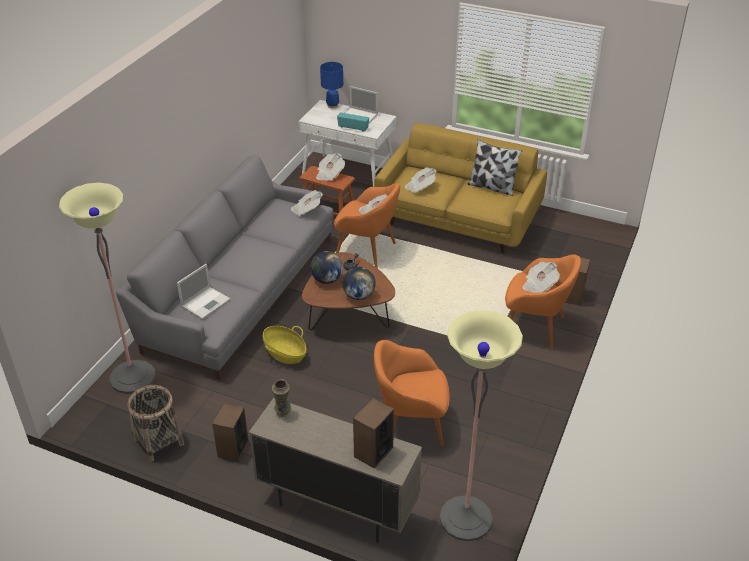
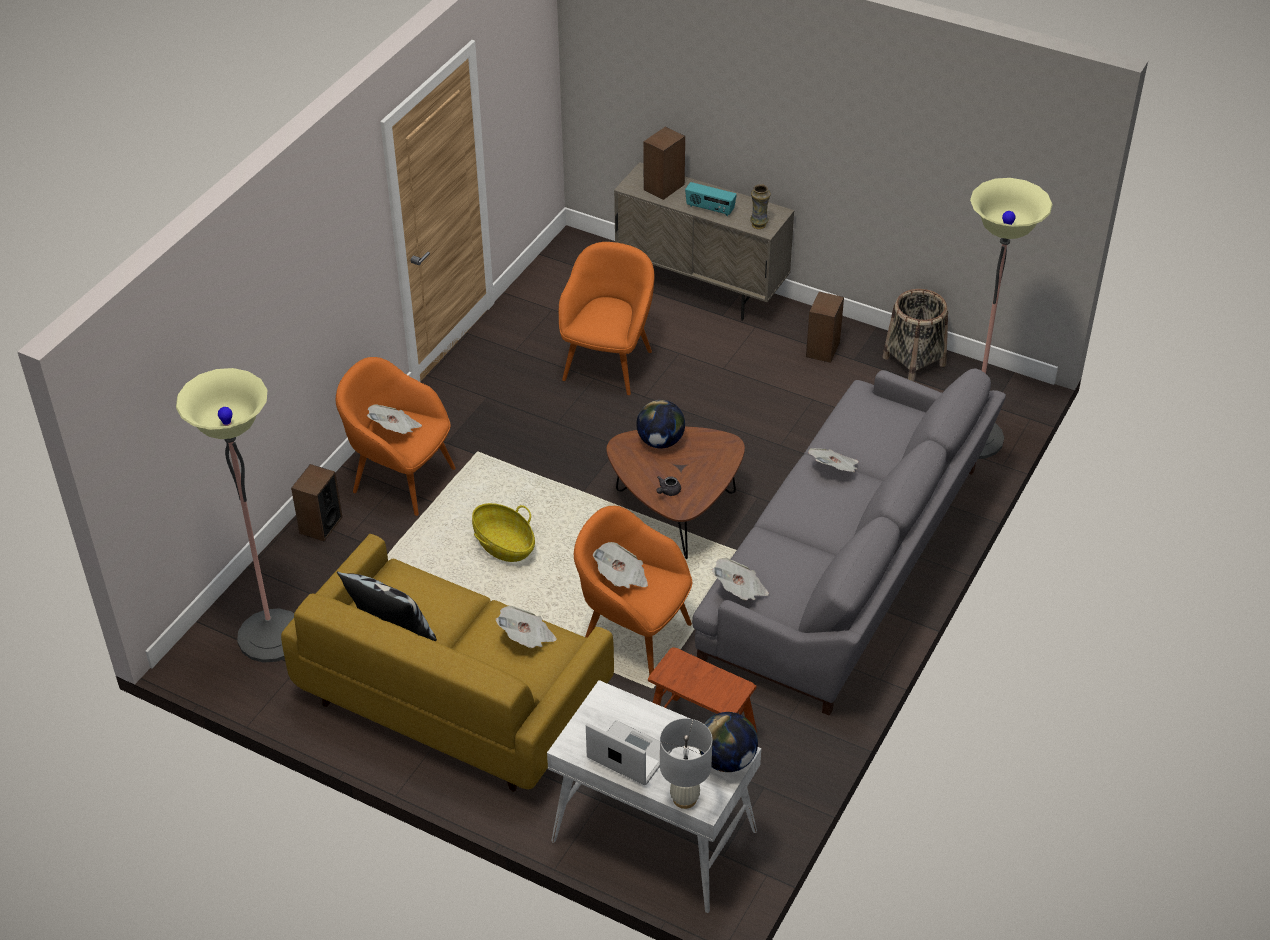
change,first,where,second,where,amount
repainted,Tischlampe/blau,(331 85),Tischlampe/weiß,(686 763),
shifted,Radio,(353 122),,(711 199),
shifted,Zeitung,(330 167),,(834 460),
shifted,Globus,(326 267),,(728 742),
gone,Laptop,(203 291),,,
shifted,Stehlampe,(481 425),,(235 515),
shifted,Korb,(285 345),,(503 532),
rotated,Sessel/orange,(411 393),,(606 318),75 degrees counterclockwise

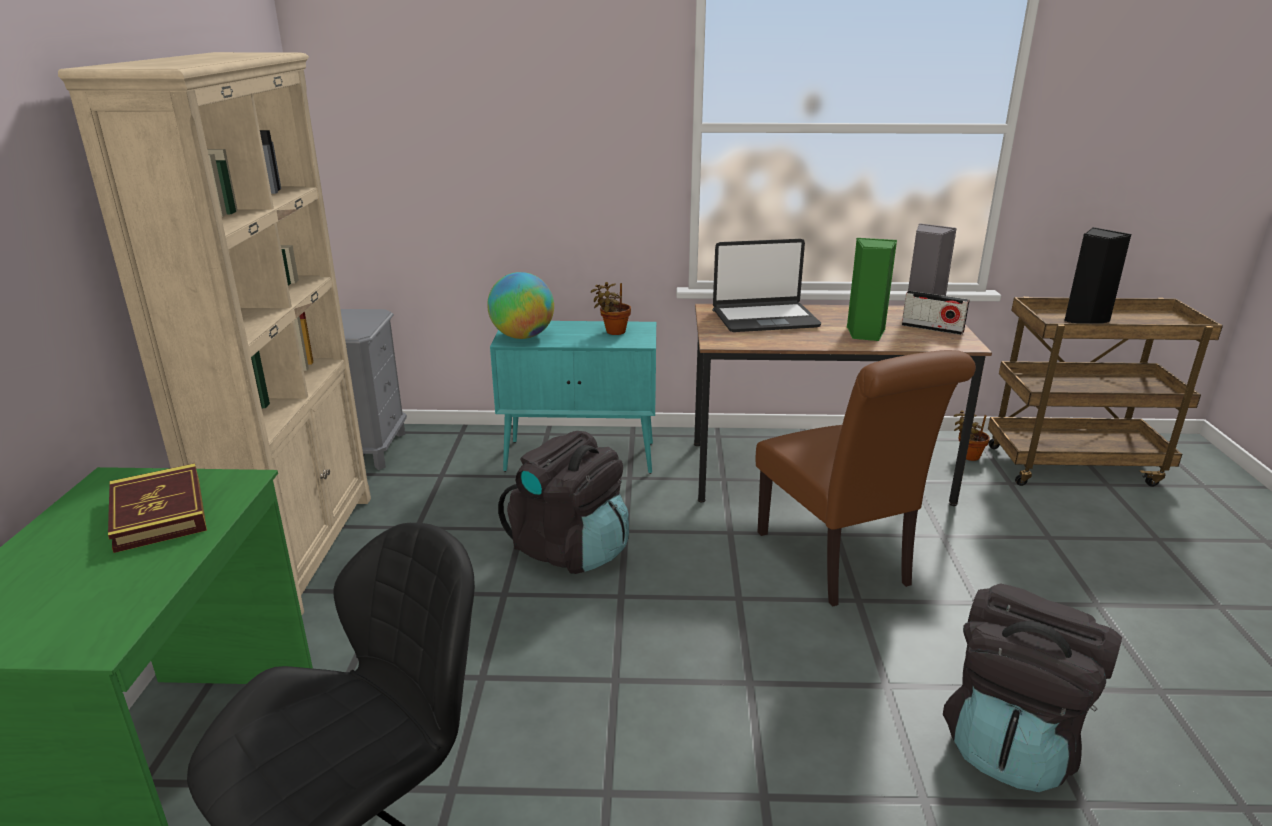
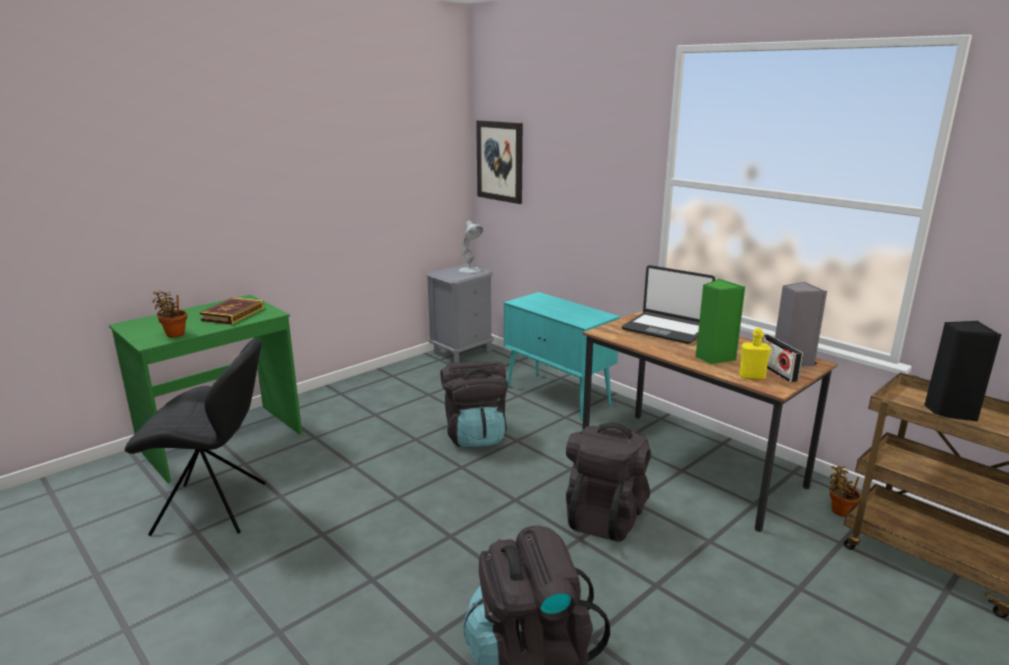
change,first,where,second,where,amount
gone,Bücherregal/beige,(214 333),,,
gone,Globus,(520 305),,,
shifted,Topfpflanze,(611 308),,(169 314),
swapped,Stuhl/braun,(866 478),Rucksack/schwarz,(609 482),
new,,,Bild,(499 162),
new,,,Tischlampe/weiß,(471 247),
new,,,Flasche/gelb,(755 354),

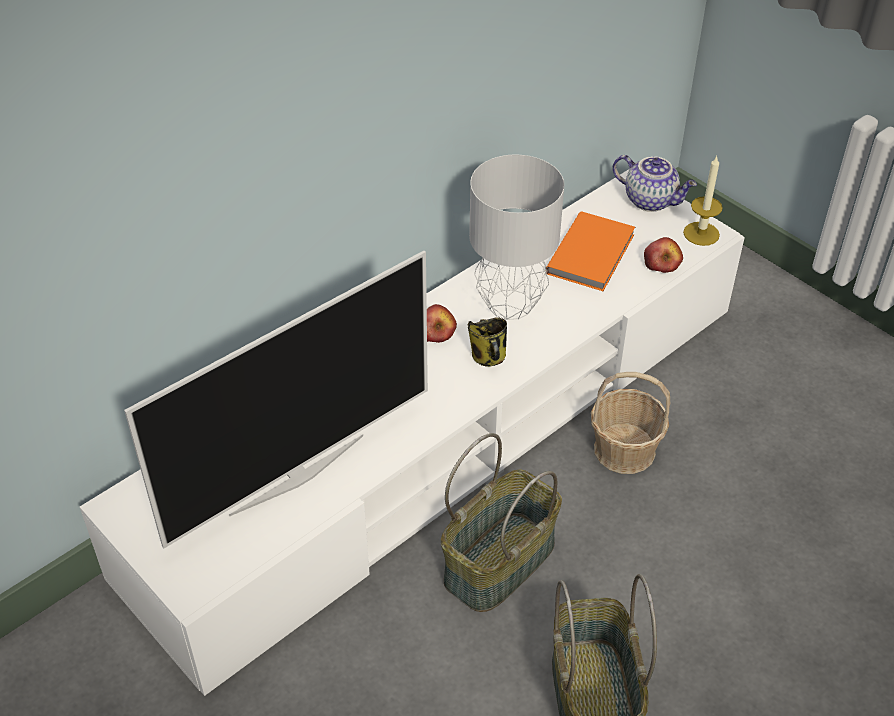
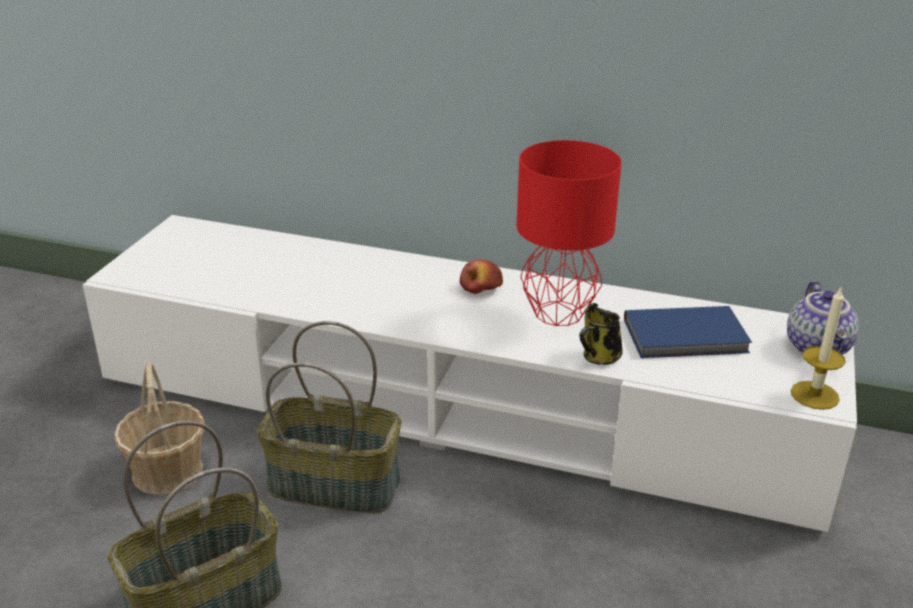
change,first,where,second,where,amount
repainted,Tischlampe/grau,(517 237),Tischlampe/rot,(569 233),
repainted,Buch/orange,(590 251),Buch/blau,(688 332),
gone,Apfel,(663 255),,,
gone,Fernseher,(276 399),,,
shifted,Henkelbecher,(487 342),,(601 334),
shifted,Korb,(630 423),,(159 428),

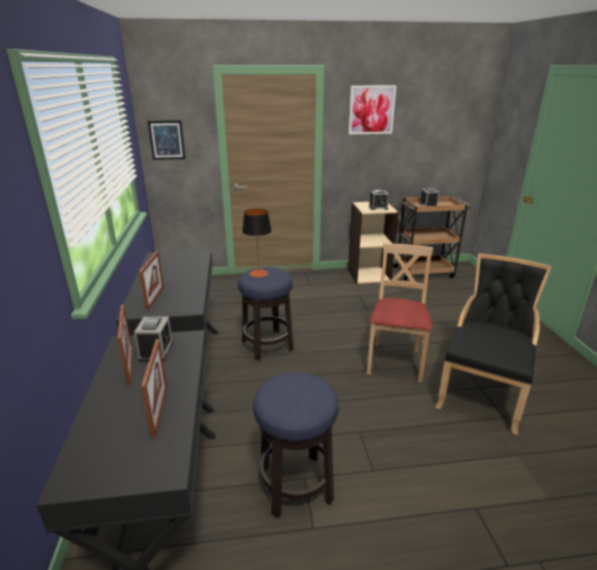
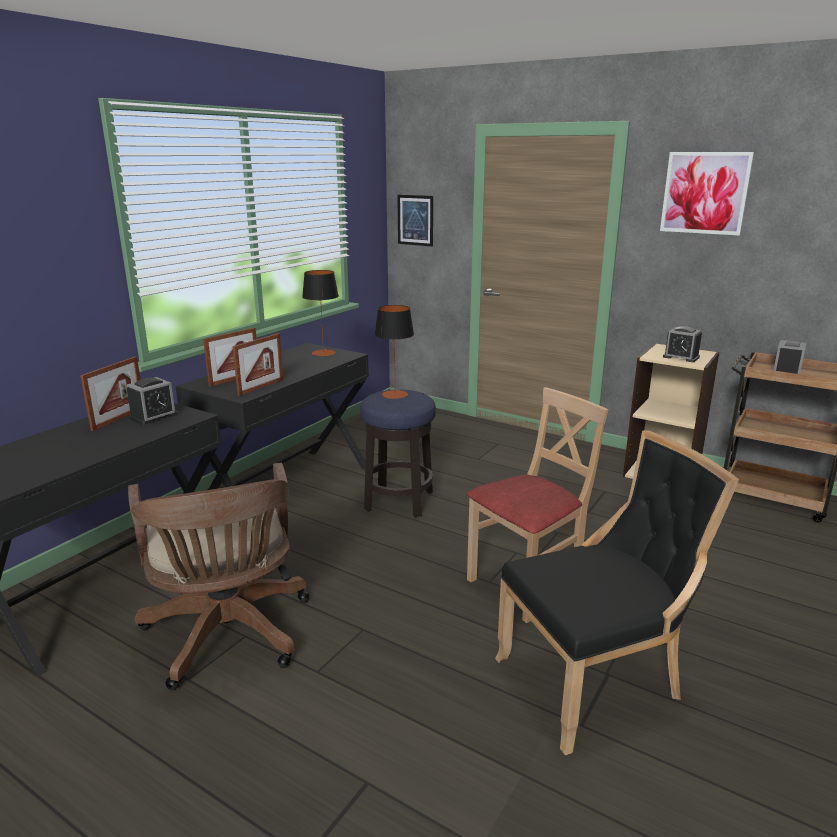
change,first,where,second,where,amount
shifted,Bilderrahmen,(154 388),,(258 364),
swapped,Hocker,(296 445),Bürostuhl/braun,(218 576),
new,,,Tischlampe,(320 313),

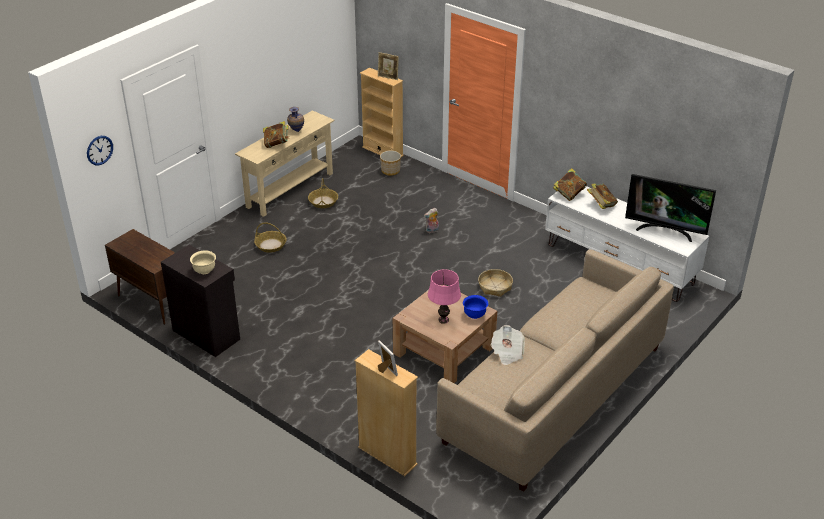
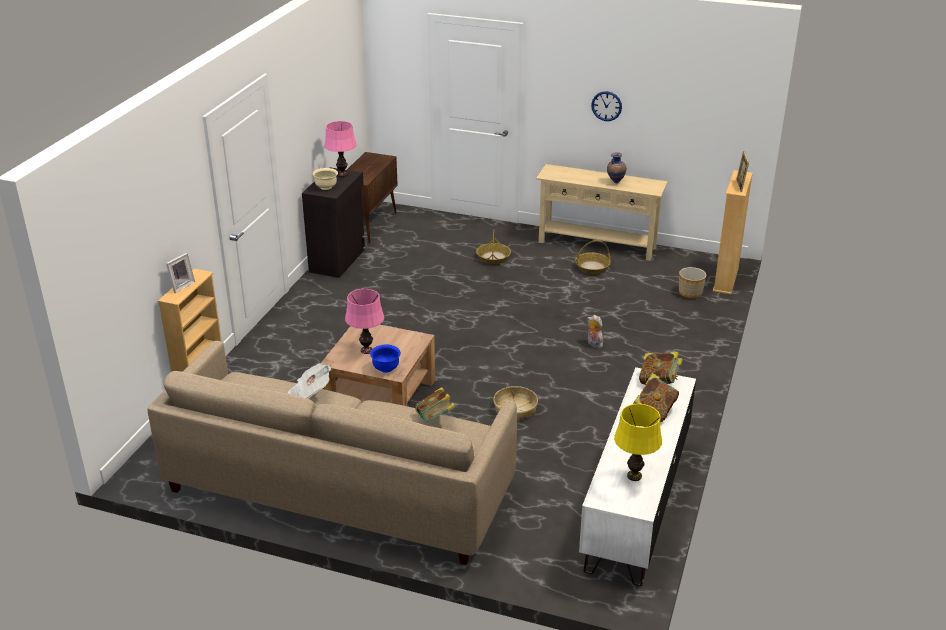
change,first,where,second,where,amount
shifted,Buch,(276 134),,(435 404),
shifted,Wanduhr,(100 150),,(606 106),
swapped,Fernseher,(670 208),Tischlampe/gelb,(638 442),
new,,,Tischlampe/rosa,(340 149),

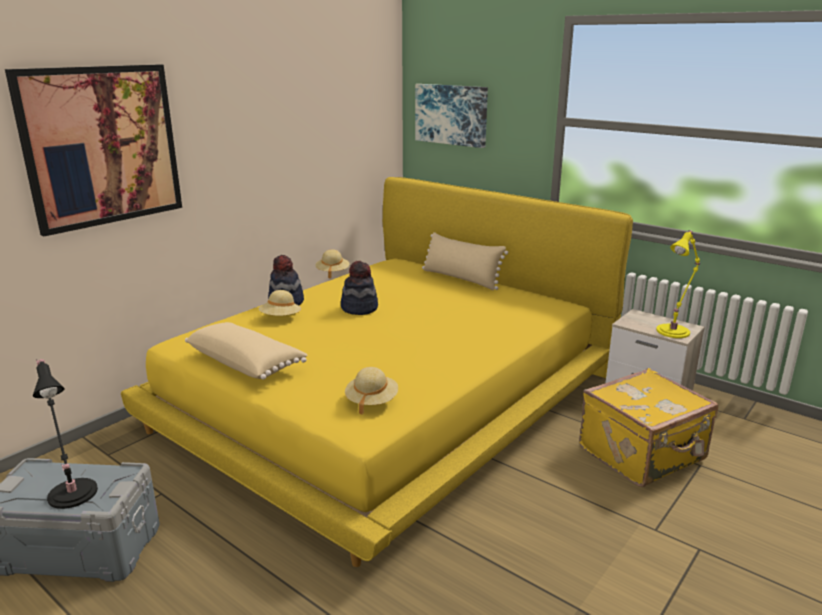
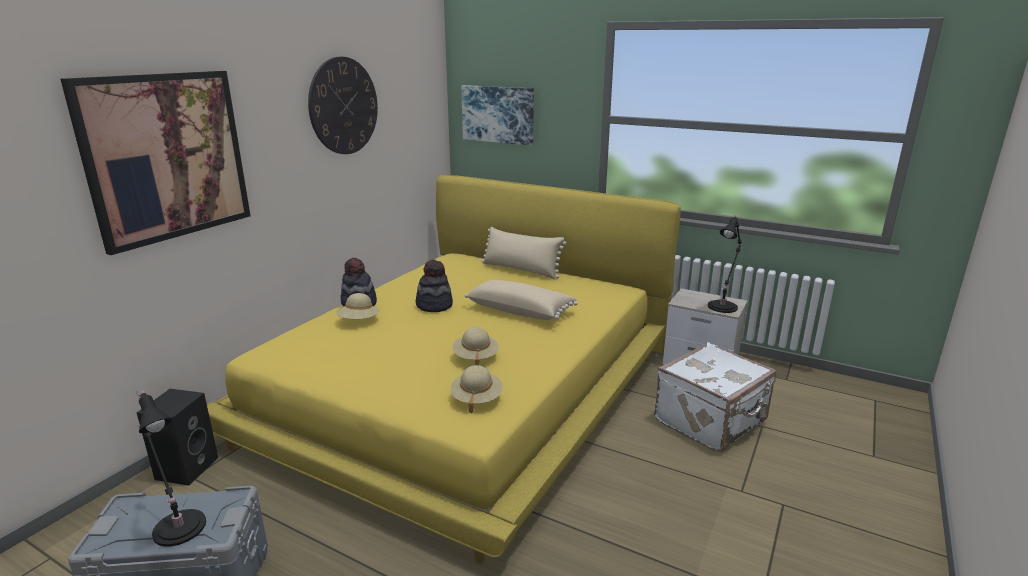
change,first,where,second,where,amount
repainted,Tischlampe/gelb,(678 284),Tischlampe/schwarz,(725 264),
shifted,Hut/beige,(332 264),,(476 346),
shifted,Kissen/beige,(246 351),,(521 300),
repainted,Koffer/gelb,(648 427),Koffer/weiß,(715 397),
new,,,Wanduhr,(343 105),
new,,,Lautsprecher/schwarz,(177 437),

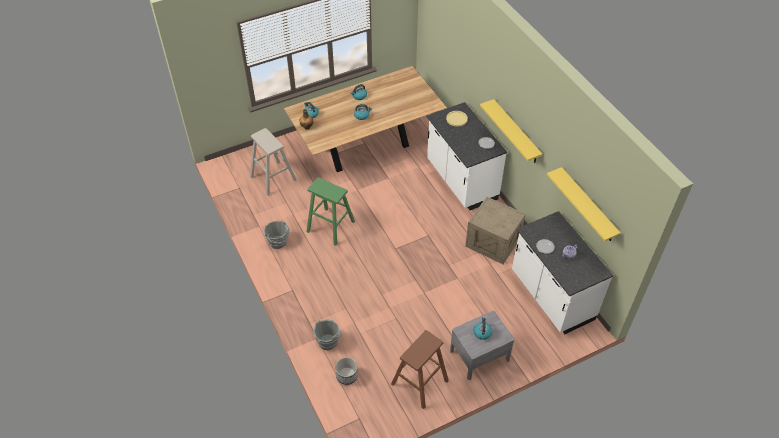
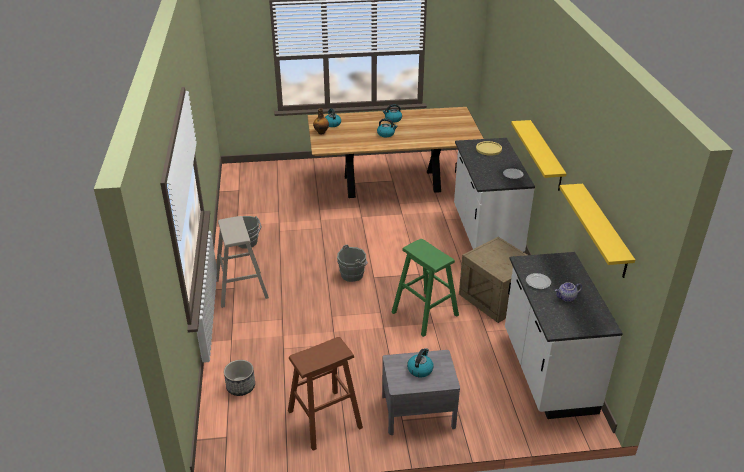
change,first,where,second,where,amount
shifted,Hocker/beige,(273 162),,(242 262),
shifted,Hocker/grün,(331 211),,(425 288),
shifted,Eimer/grau,(327 334),,(352 263),

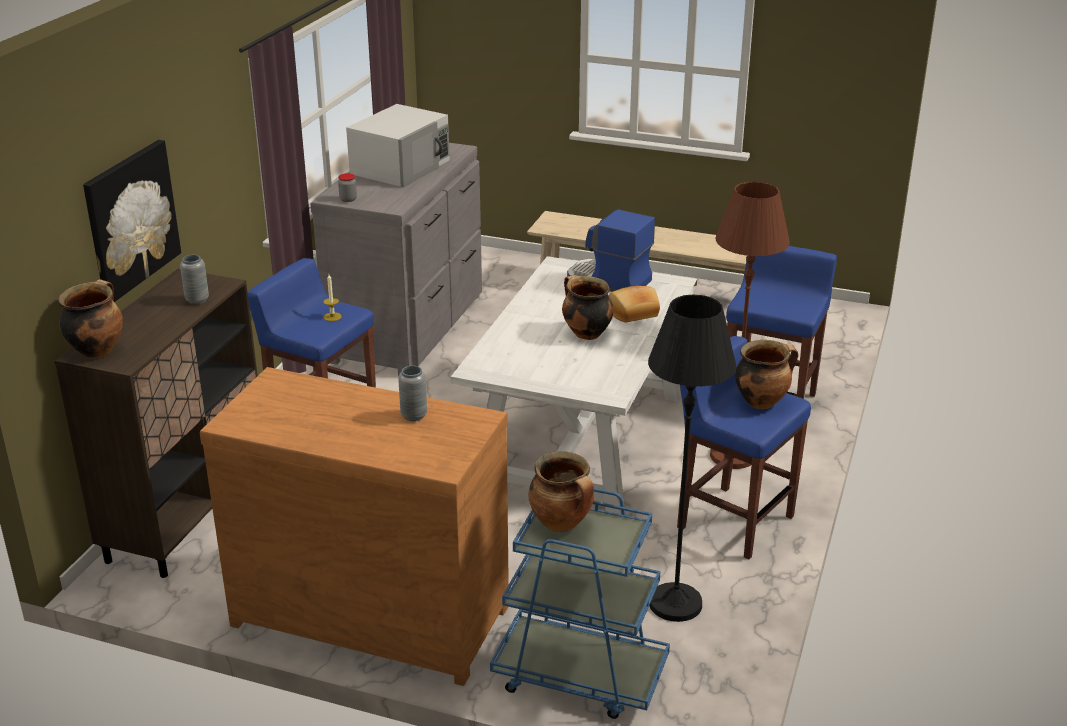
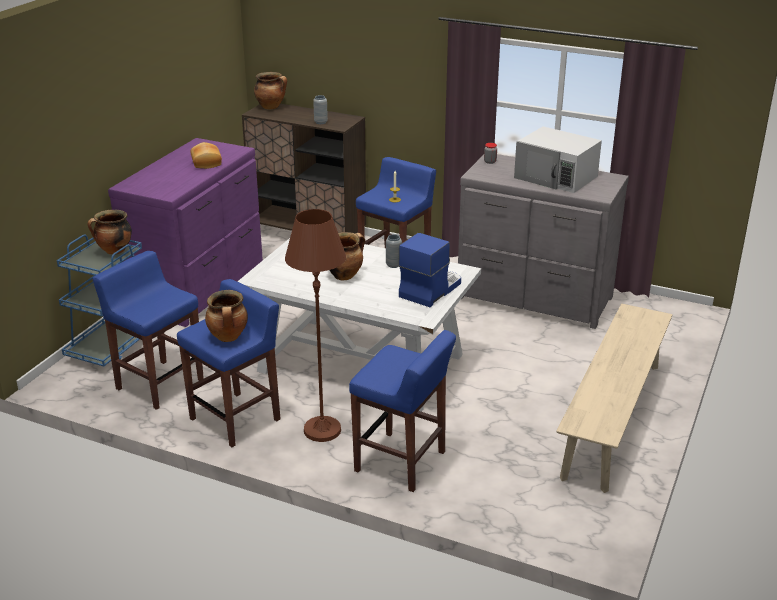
change,first,where,second,where,amount
gone,Bild,(132 221),,,
shifted,Brot,(634 304),,(206 155),
swapped,Stehlampe/schwarz,(692 458),Hocker/blau,(148 330),
shifted,Vase/grau,(412 393),,(394 251),
repainted,Kommode/braun,(354 526),Kommode/lila,(185 232),

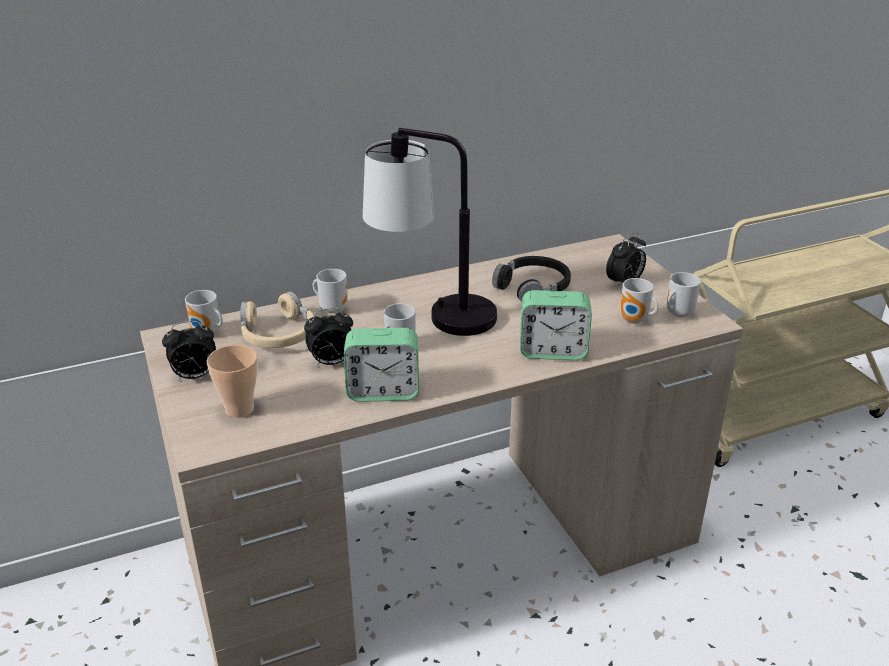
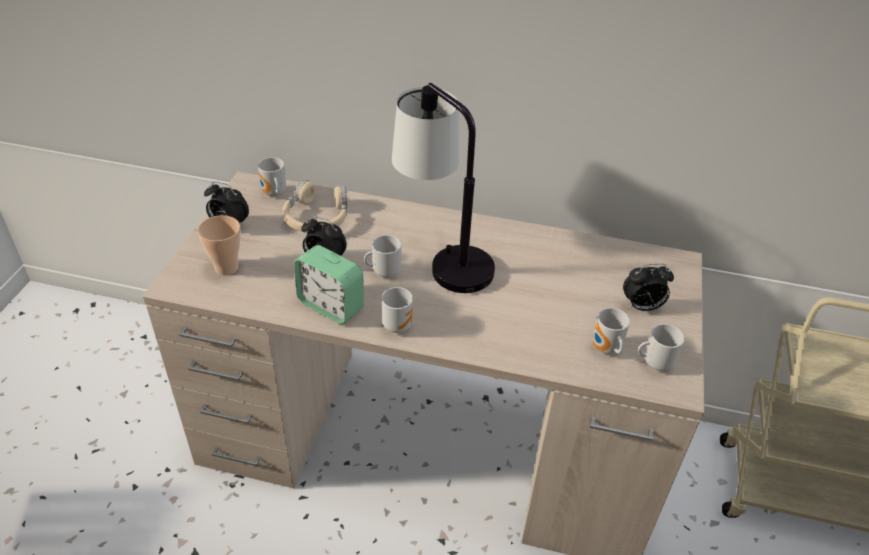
change,first,where,second,where,amount
gone,Kopfhörer/schwarz,(531 279),,,
shifted,Henkelbecher,(330 291),,(397 310),
gone,Wecker,(556 325),,,

